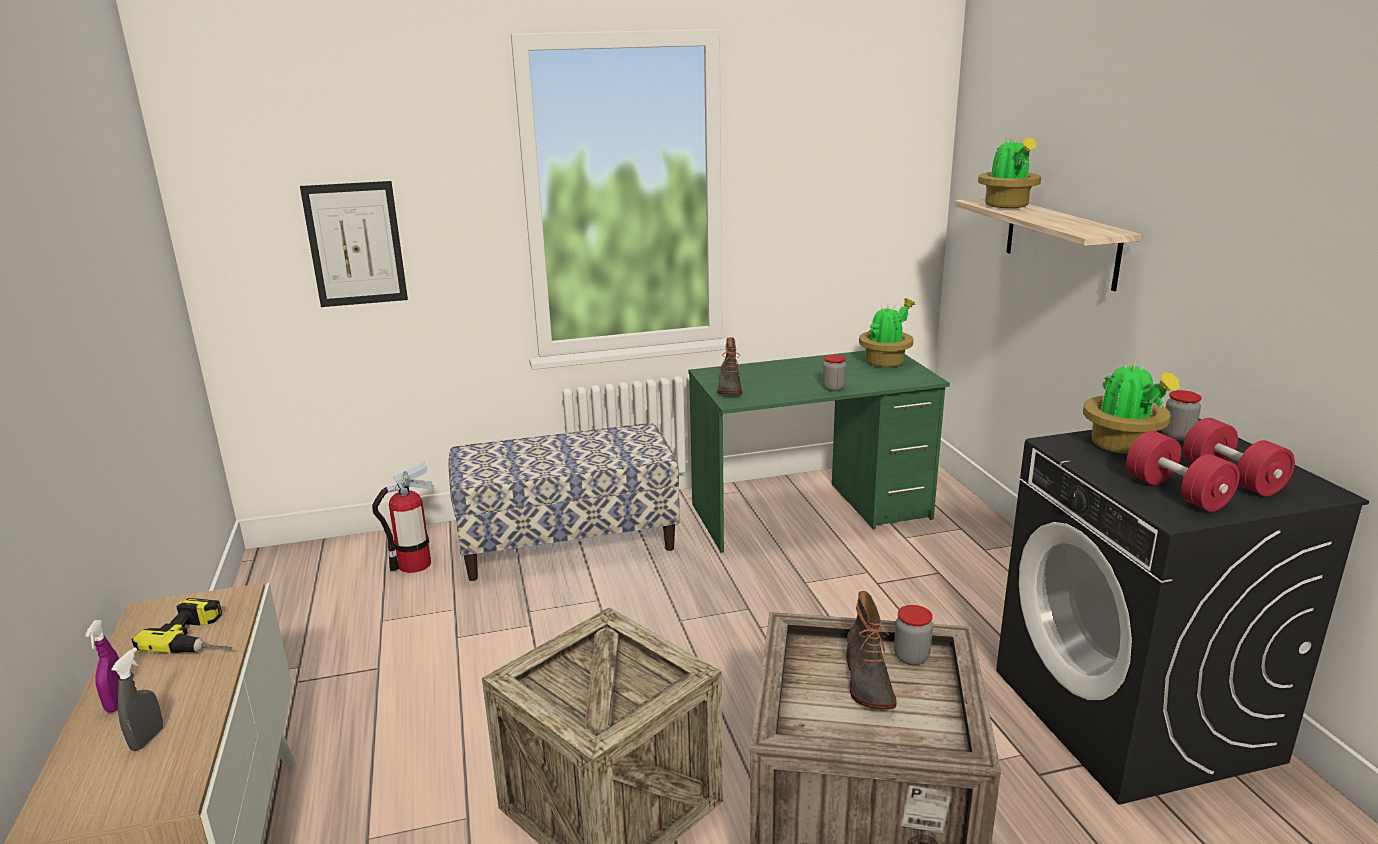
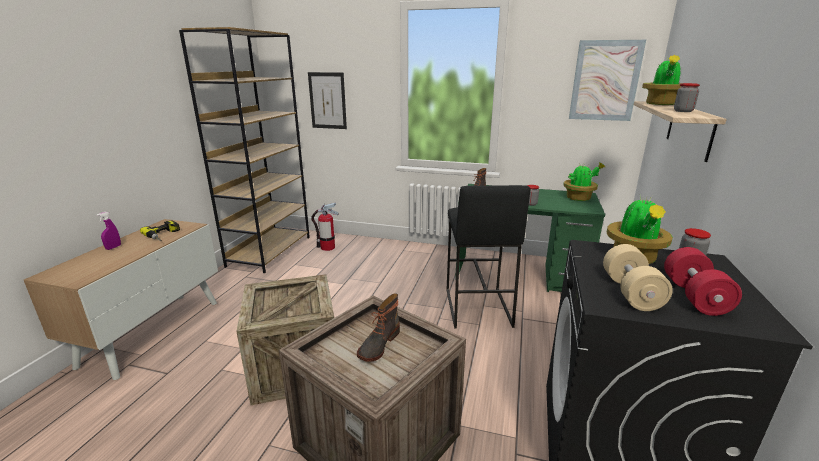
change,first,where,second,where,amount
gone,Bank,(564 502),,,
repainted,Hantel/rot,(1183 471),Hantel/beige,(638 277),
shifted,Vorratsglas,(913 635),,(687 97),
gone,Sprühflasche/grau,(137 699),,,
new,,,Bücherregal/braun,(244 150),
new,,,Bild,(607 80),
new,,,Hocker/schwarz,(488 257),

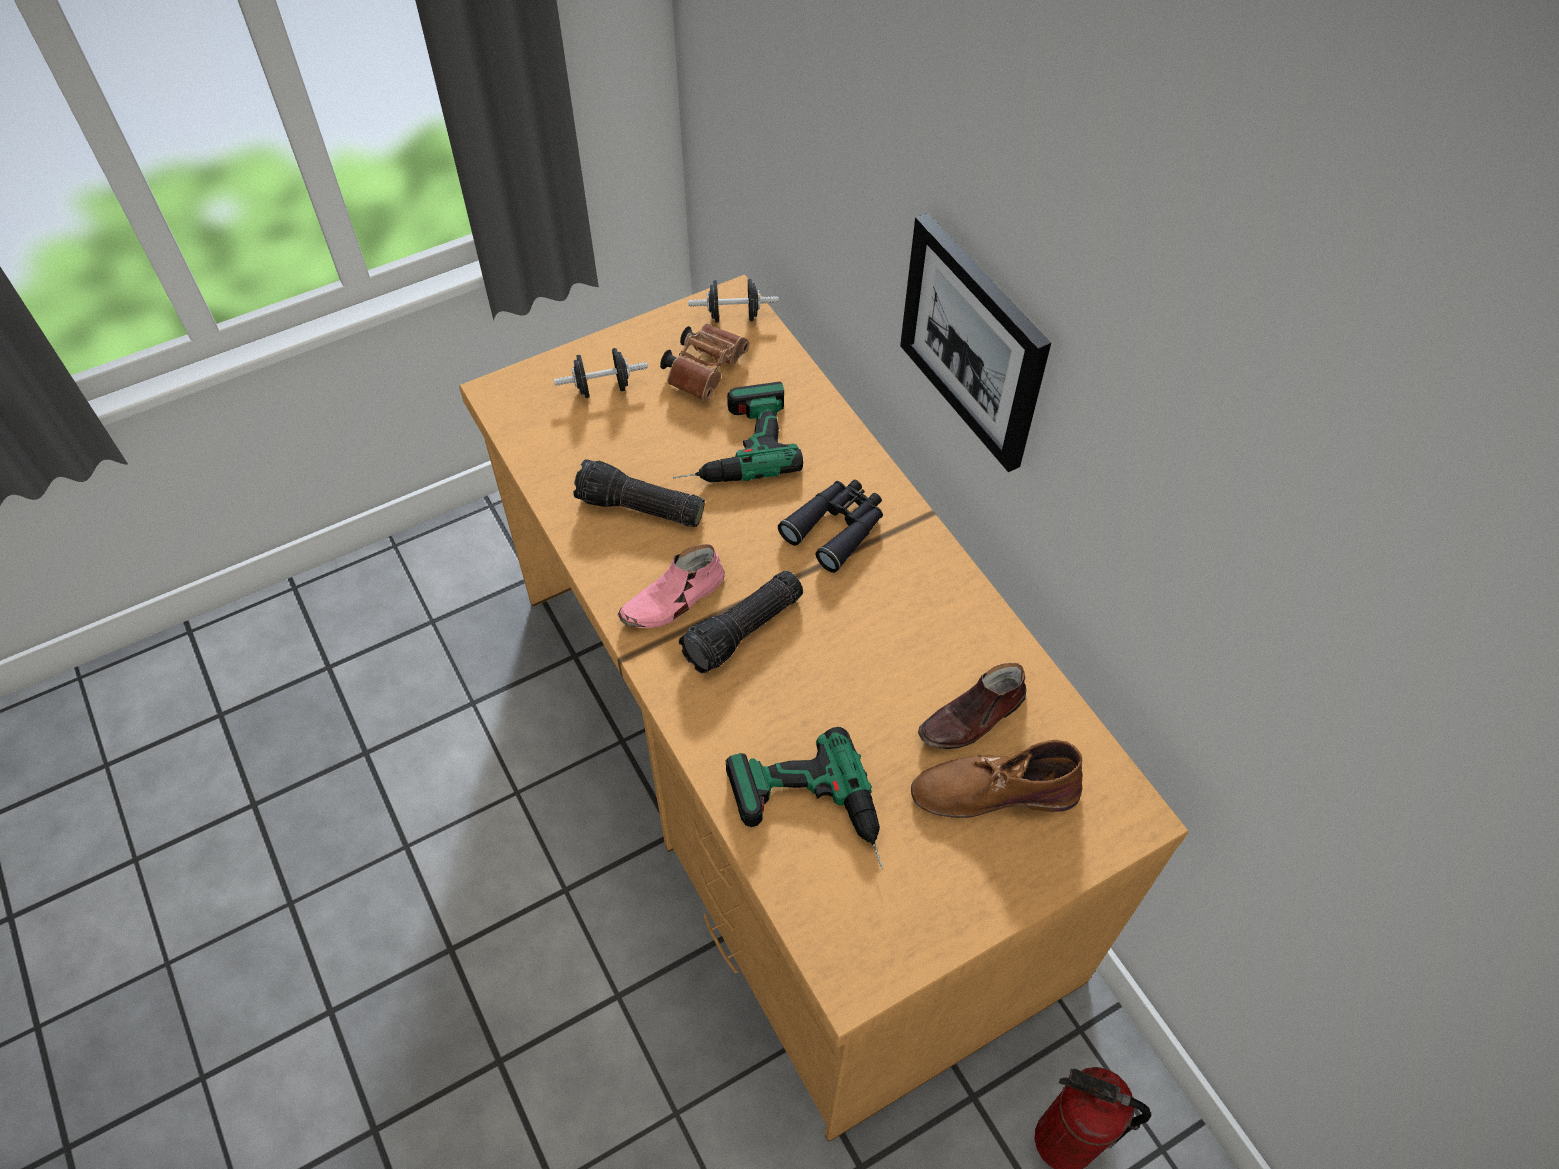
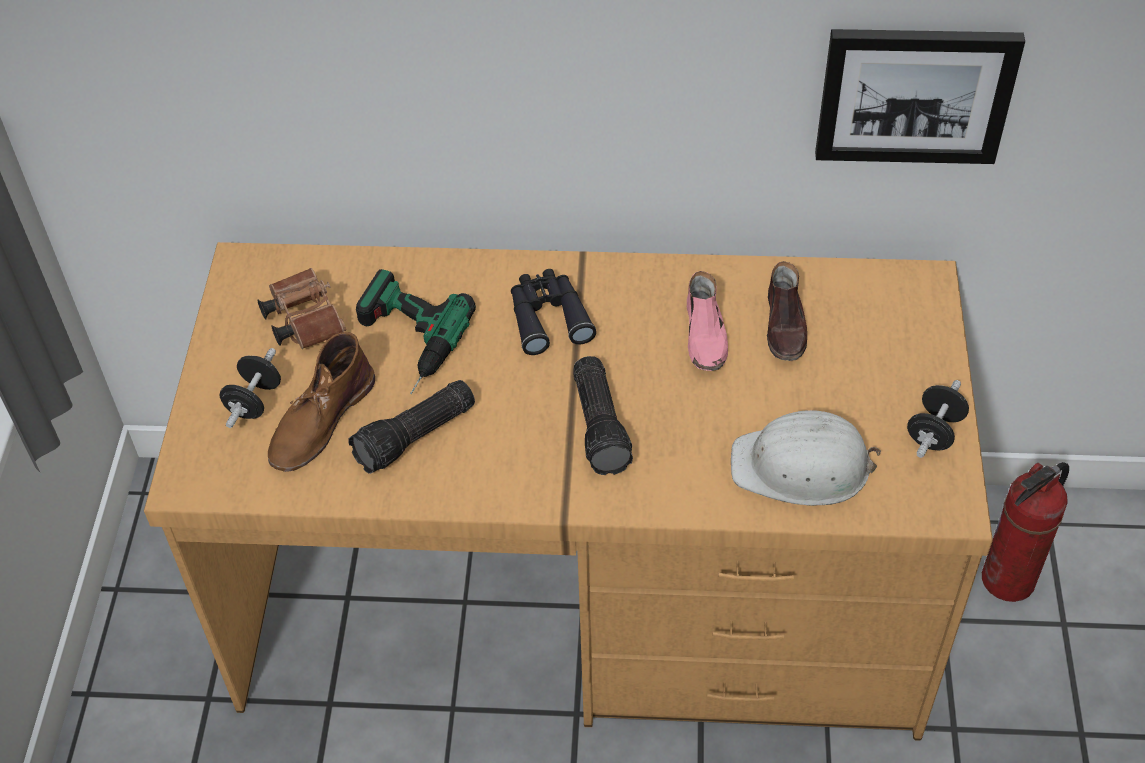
change,first,where,second,where,amount
shifted,Bild,(975 342),,(920 96),
shifted,Hantel/schwarz,(733 301),,(938 419),
shifted,Schuh/rosa,(671 586),,(707 321),
swapped,Bohrmaschine,(804 798),Schutzhelm/weiß,(806 458),
shifted,Stiefel/braun,(997 779),,(321 402),

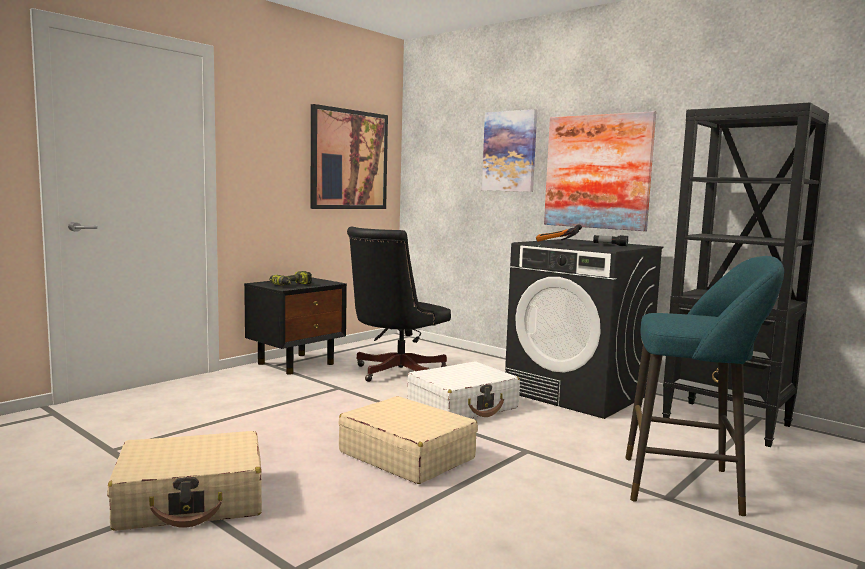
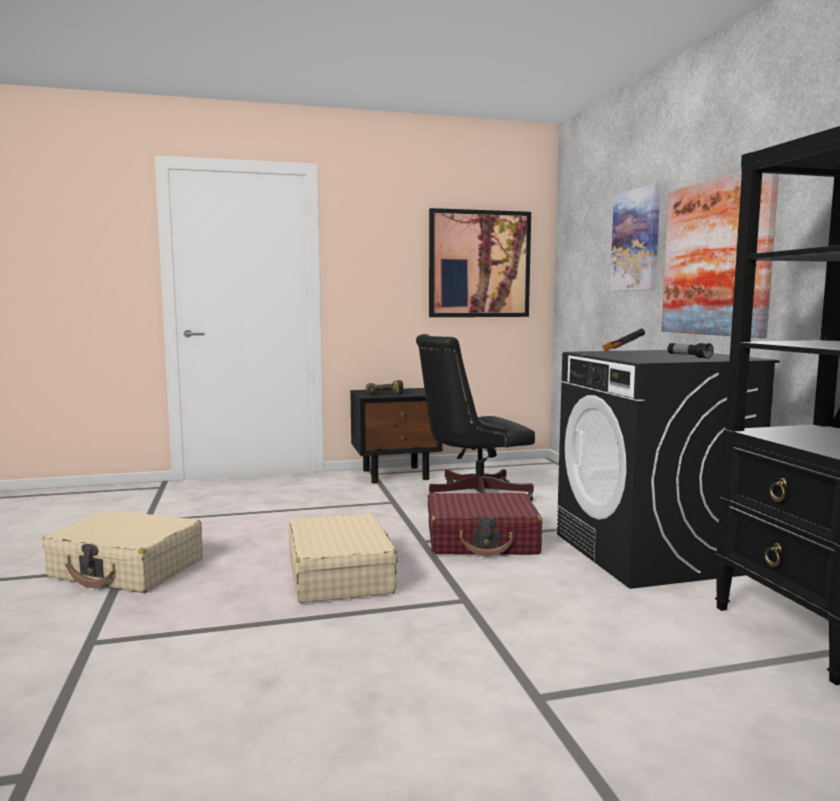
change,first,where,second,where,amount
gone,Hocker/türkis,(704 386),,,
repainted,Koffer/weiß,(463 389),Koffer/rot,(485 525),

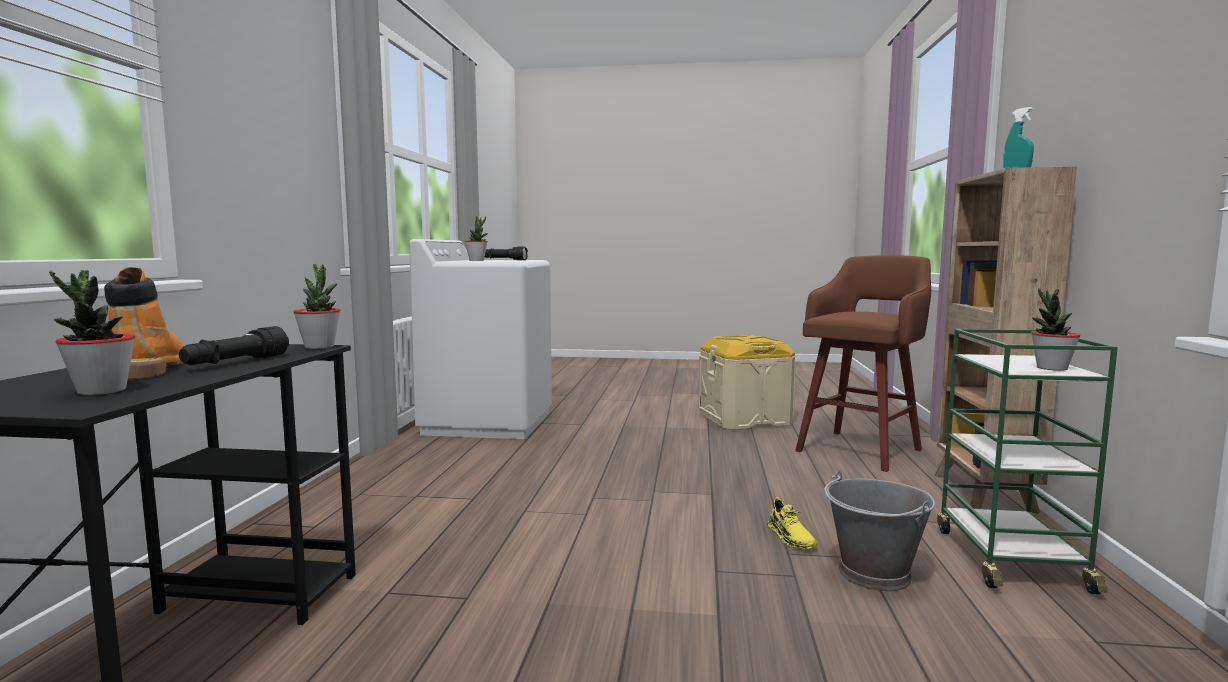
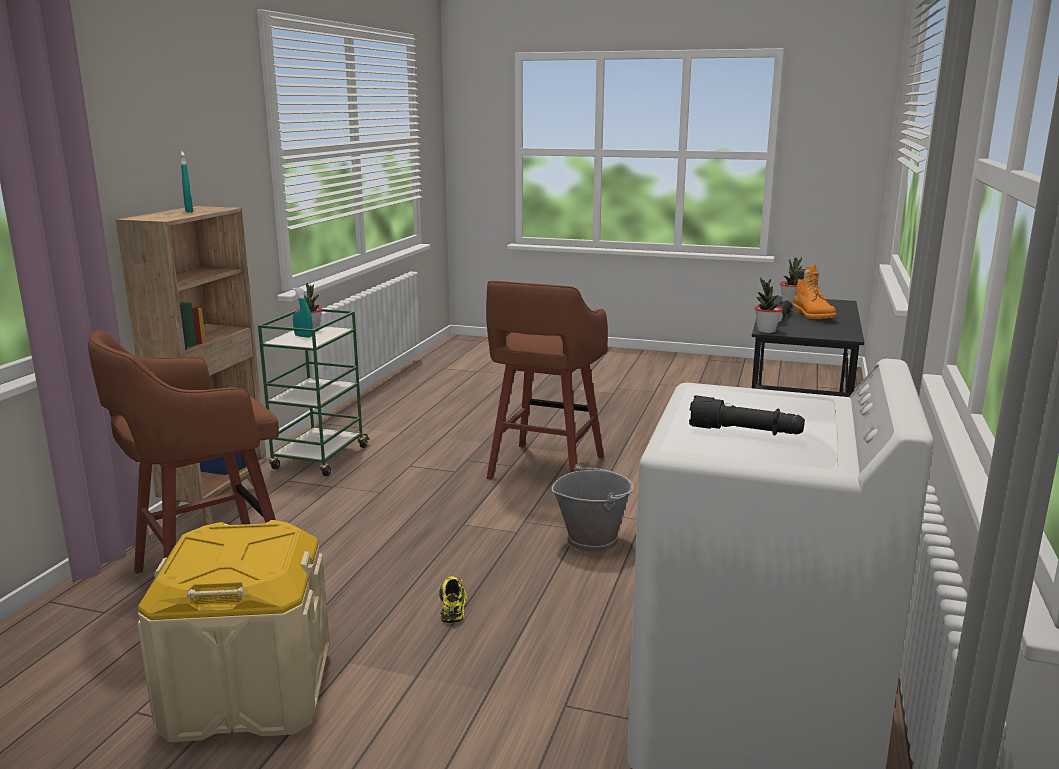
change,first,where,second,where,amount
gone,Topfpflanze,(476 239),,,
shifted,Eimer/grau,(879 531),,(592 509),
shifted,Schuh/gelb,(792 523),,(453 599),
new,,,Hocker/braun,(547 380),
new,,,Sprühflasche/türkis,(302 313),

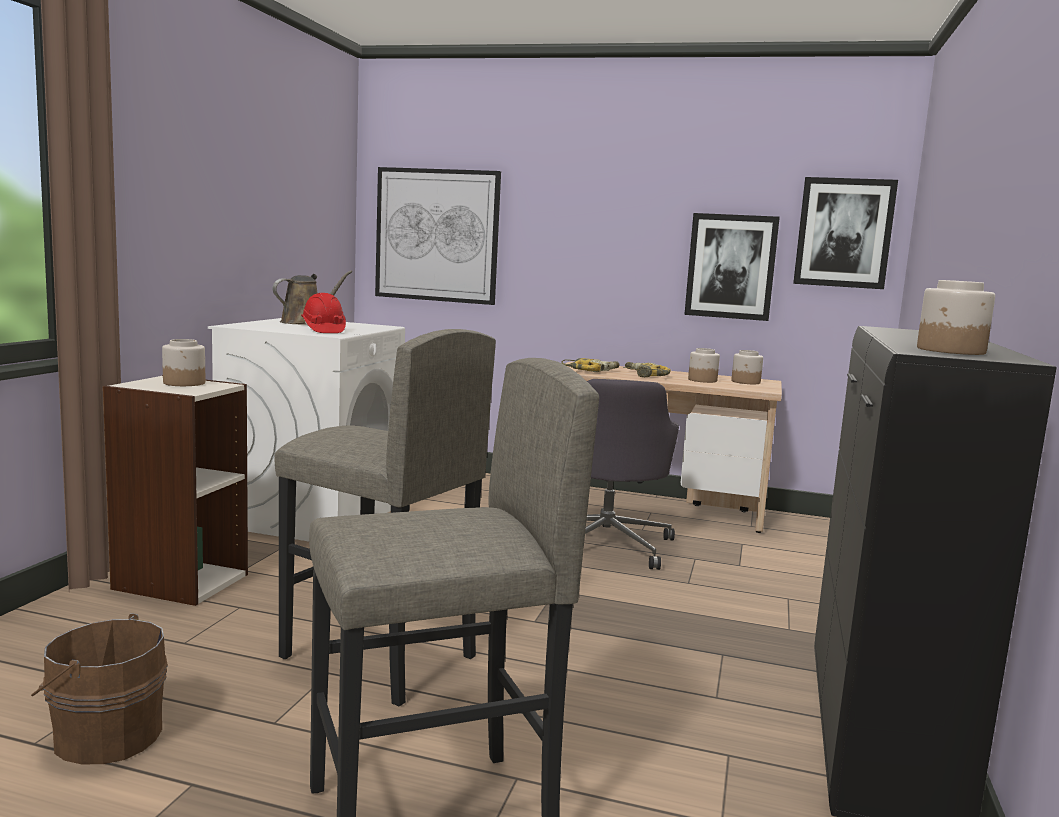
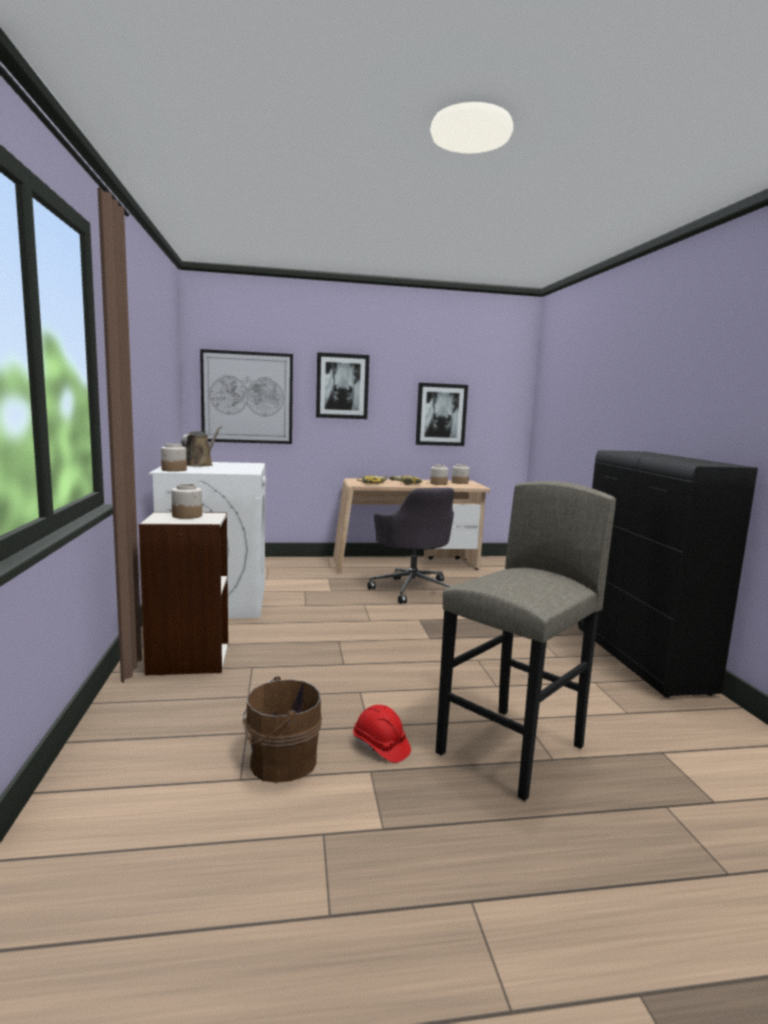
change,first,where,second,where,amount
shifted,Bild,(845 233),,(342 385),
shifted,Vorratsglas,(956 317),,(174 457),
shifted,Schutzhelm/rot,(323 313),,(382 734),
gone,Hocker/grau,(385 517),,,

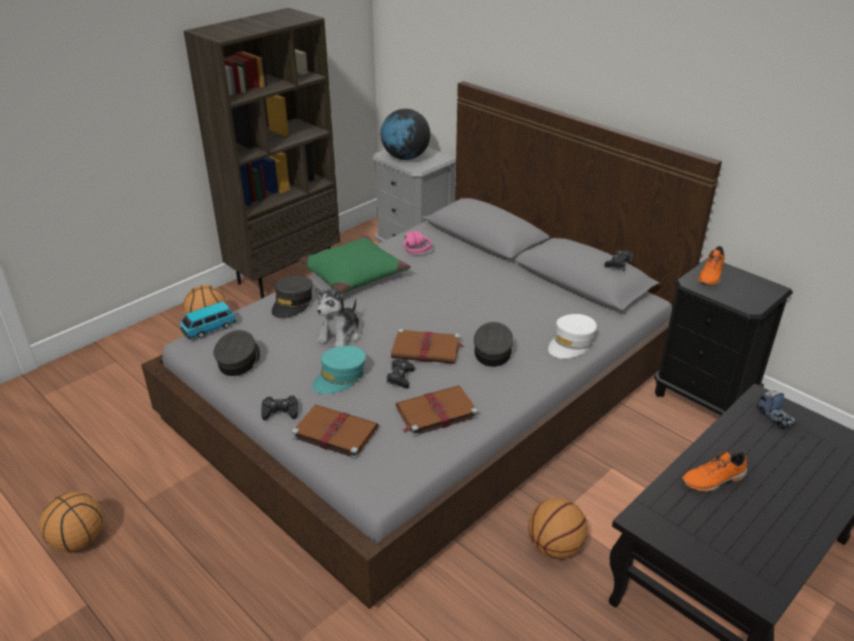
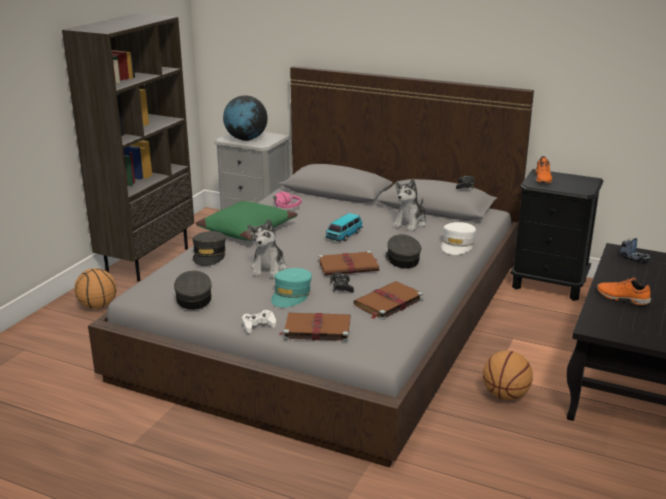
change,first,where,second,where,amount
shifted,Spielzeugauto,(208 320),,(344 227),
repainted,Gamepad/schwarz,(279 408),Gamepad/weiß,(259 321),
rotated,Schuh/orange,(714 472),,(624 291),75 degrees clockwise
gone,Basketball,(71 522),,,
new,,,Plüschtier,(410 205),

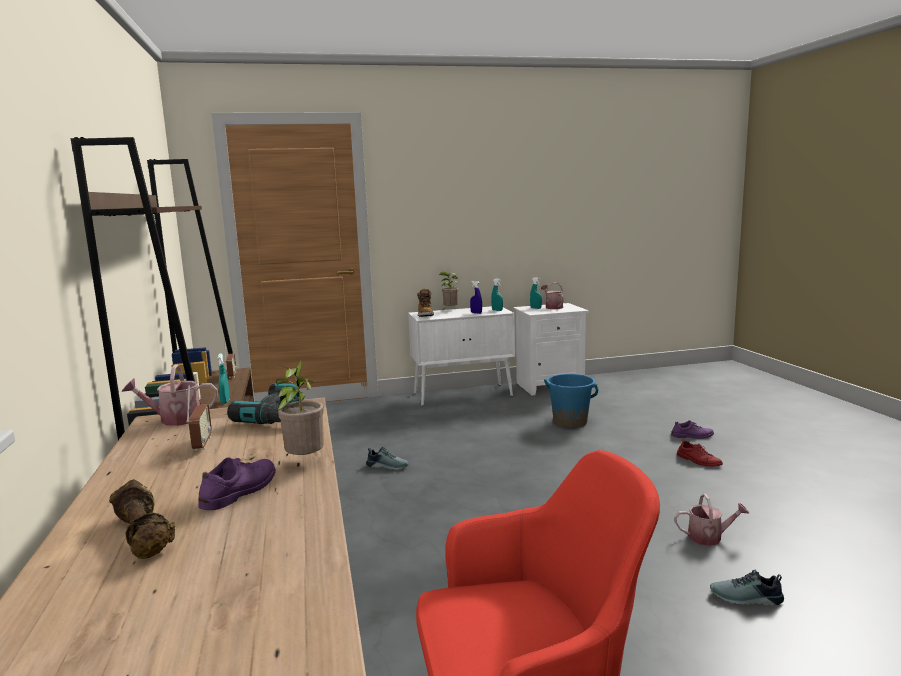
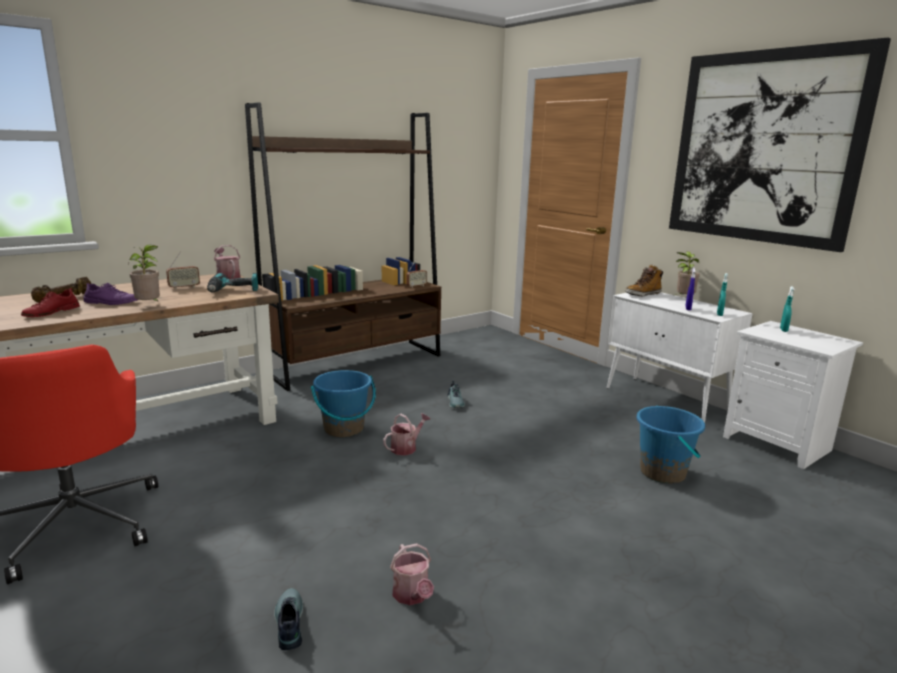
change,first,where,second,where,amount
shifted,Gießkanne,(552 295),,(406 434),
gone,Sprühflasche/türkis,(223 378),,,
gone,Schuh/lila,(692 429),,,
shifted,Schuh/rot,(700 453),,(50 302),
new,,,Bild,(780 145),
new,,,Eimer/blau,(343 403),

